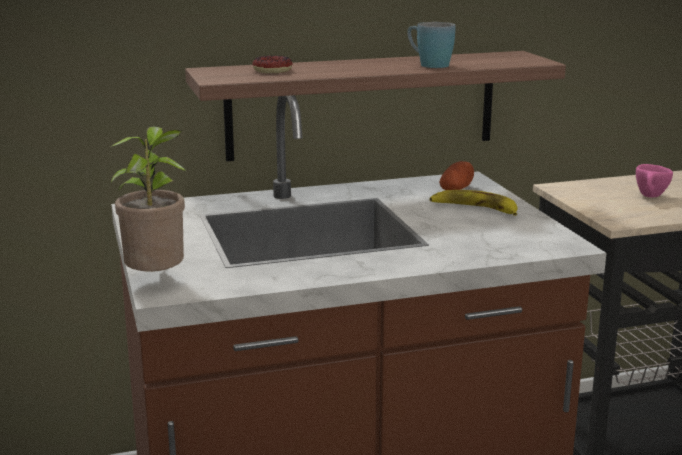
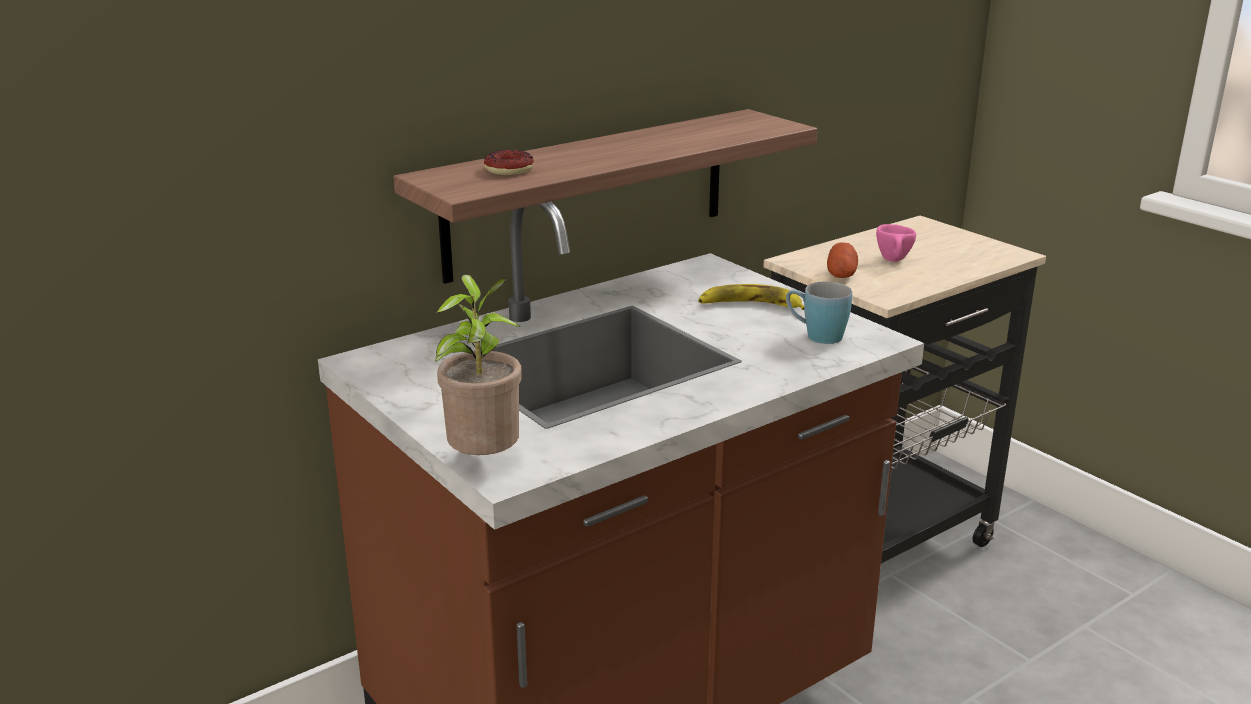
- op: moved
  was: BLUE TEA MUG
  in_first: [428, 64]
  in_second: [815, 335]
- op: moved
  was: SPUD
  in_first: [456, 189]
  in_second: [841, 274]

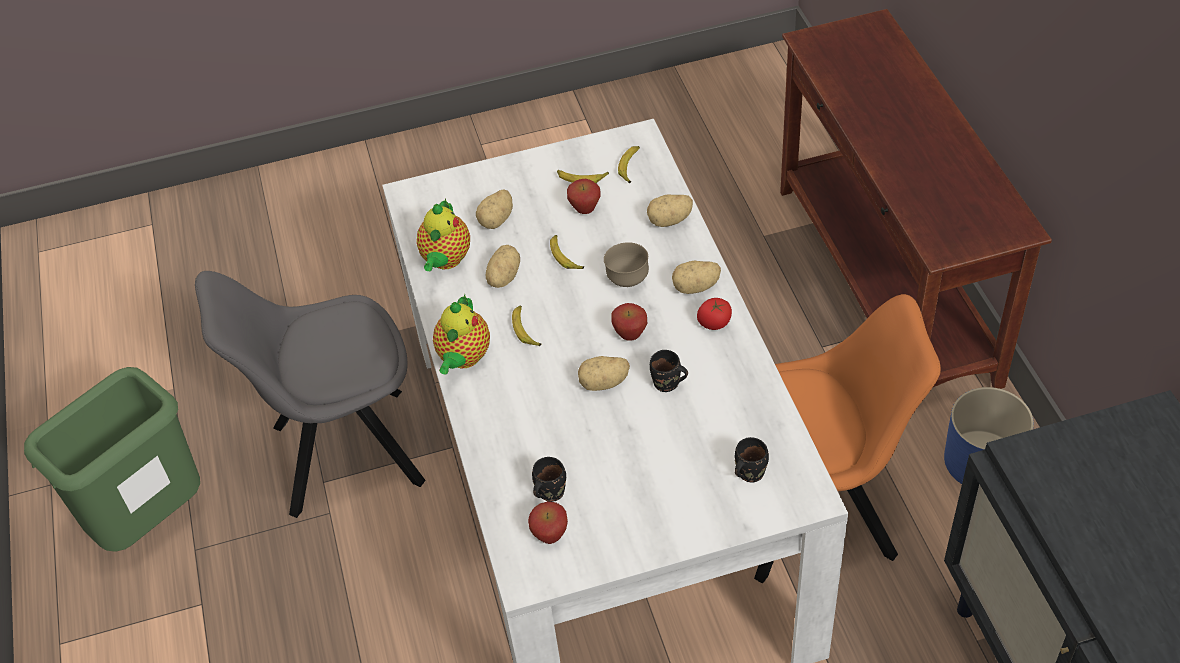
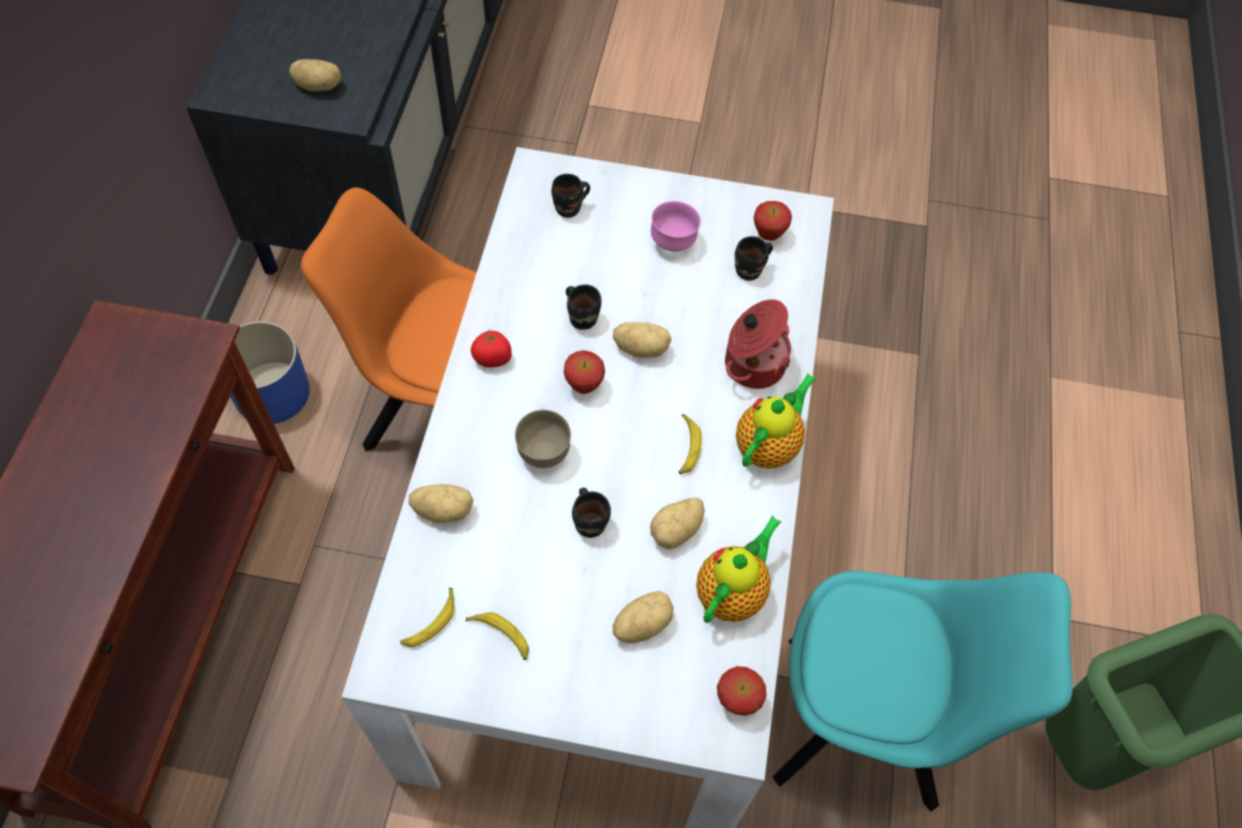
- op: recoloured
  was: GREY PLAIN CHAIR
  now: TURQUOISE PLAIN CHAIR
  in_first: [346, 453]
  in_second: [862, 723]
- op: replaced
  was: BANANA
  now: BLACK TEA MUG
  in_first: [565, 256]
  in_second: [591, 522]
- op: moved
  was: WHOLE APPLE
  in_first: [585, 210]
  in_second: [737, 701]
- op: moved
  was: SPUD
  in_first: [696, 287]
  in_second: [319, 86]
- op: added
  now: PINK SERVING BOWL
  in_second: [673, 242]
- op: added
  now: STOCKPOT
  in_second: [753, 363]

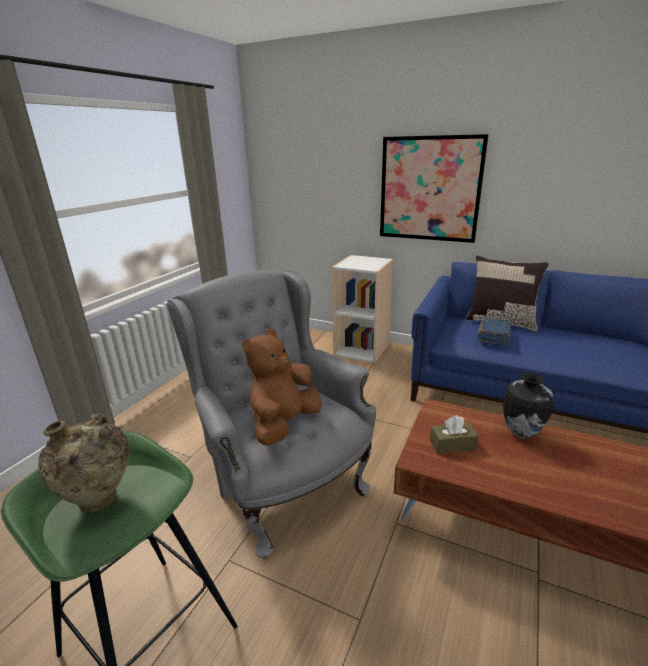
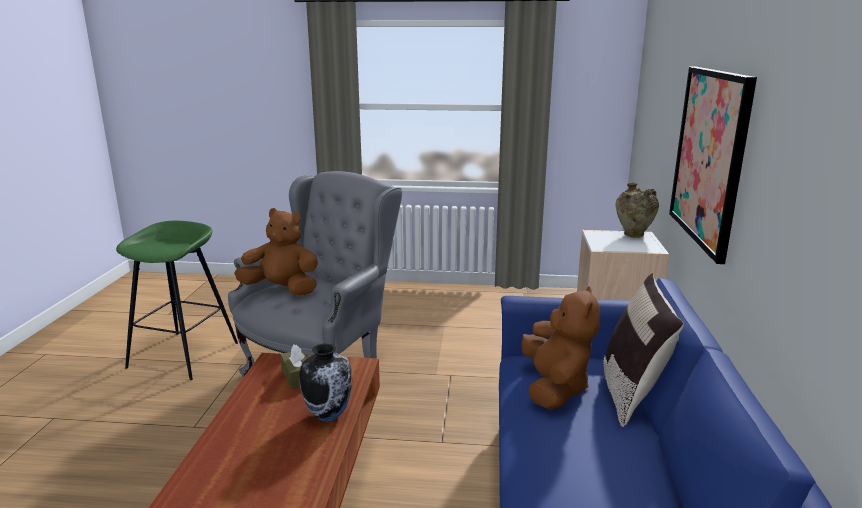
- op: moved
  was: BEIGE VASE
  in_first: [101, 502]
  in_second: [633, 236]
- op: replaced
  was: BLUE BOUND BOOK
  now: BROWN SOFT TOY
  in_first: [493, 338]
  in_second: [555, 388]

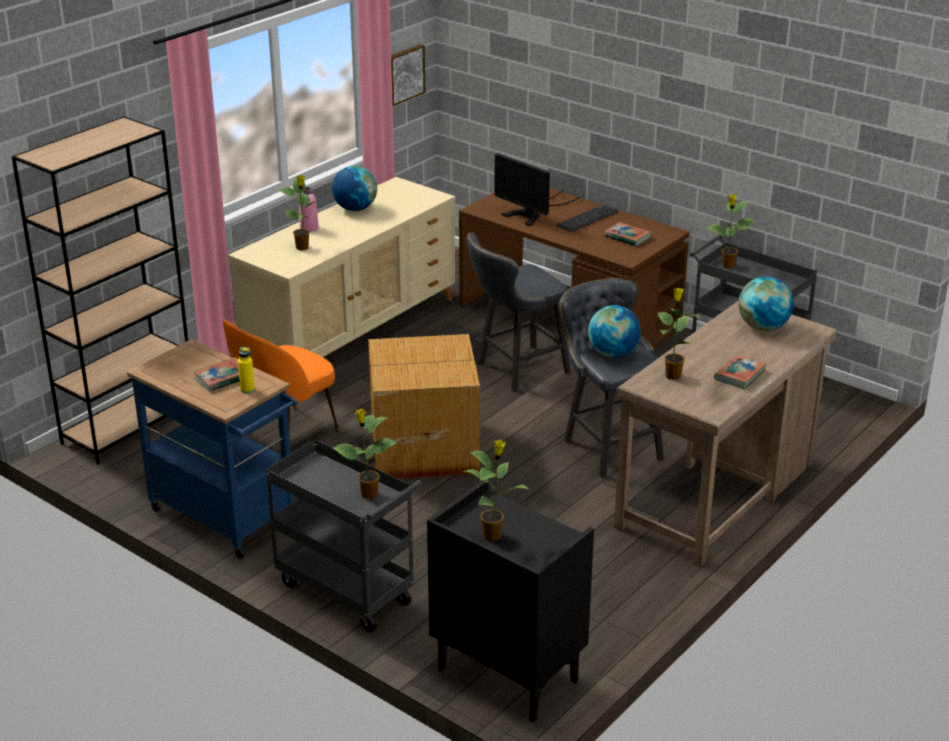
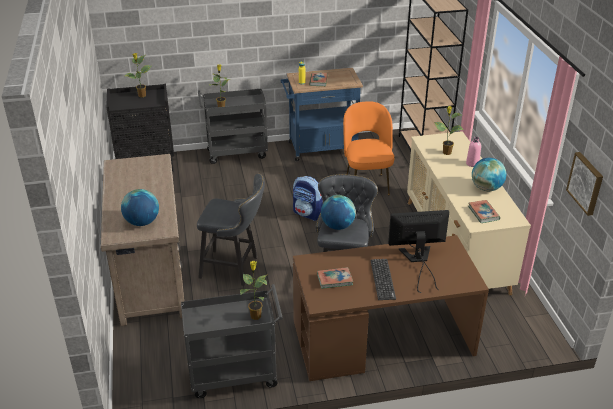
- op: replaced
  was: CARTON
  now: KNAPSACK
  in_first: [422, 447]
  in_second: [308, 213]
- op: moved
  was: WORLD GLOBE
  in_first: [613, 354]
  in_second: [337, 226]
- op: removed
  was: PLANT IN A POT
  in_first: [672, 375]
- op: moved
  was: BOUND BOOK
  in_first: [740, 375]
  in_second: [483, 213]

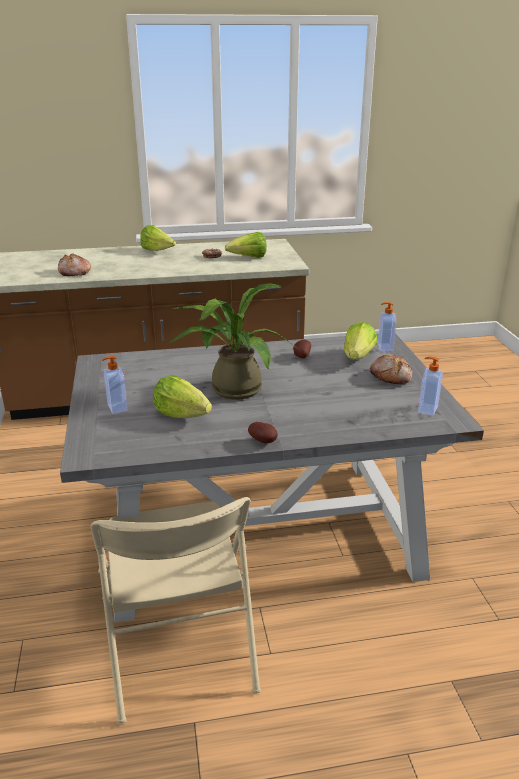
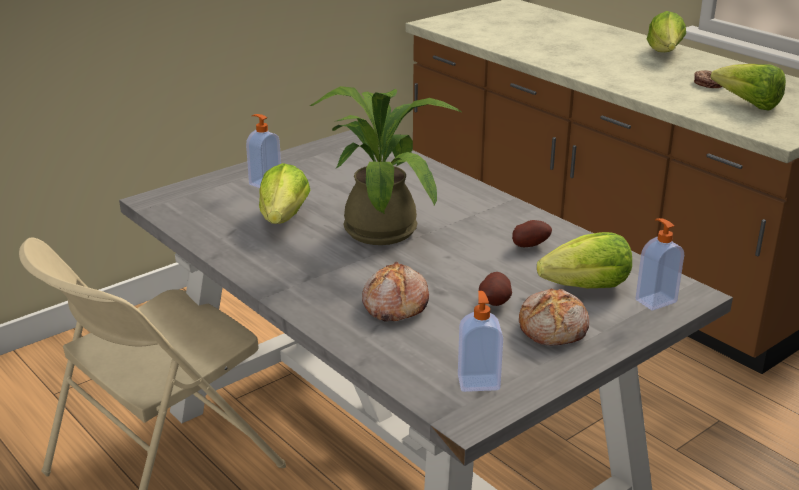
- op: moved
  was: BAKERY BREAD
  in_first: [74, 272]
  in_second: [394, 305]
- op: moved
  was: SPUD
  in_first: [264, 441]
  in_second: [496, 303]

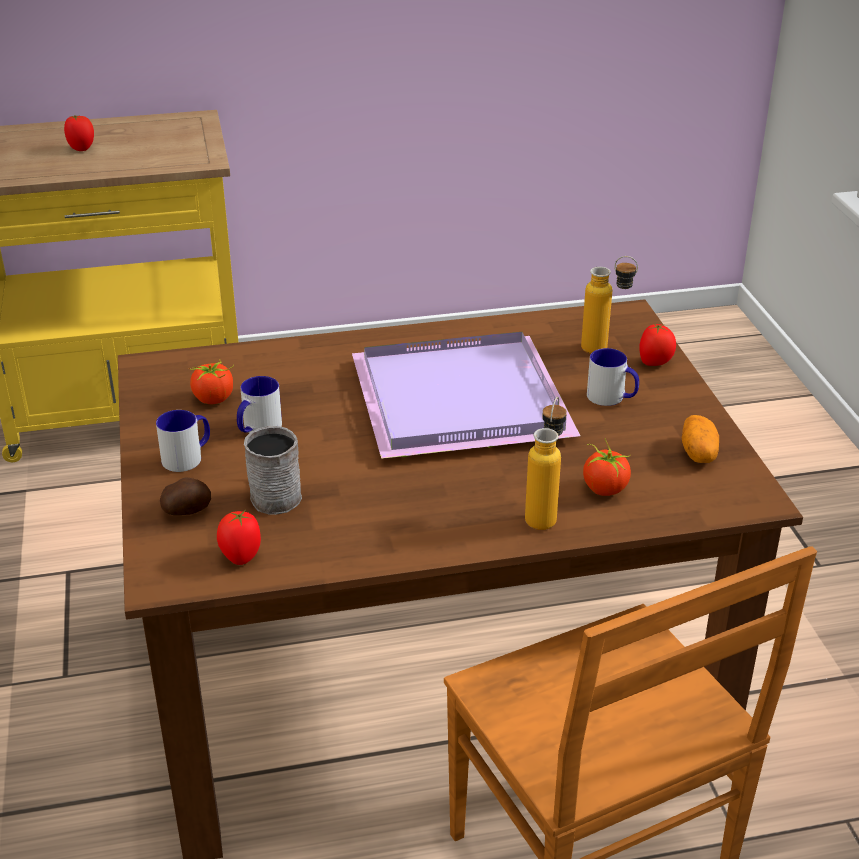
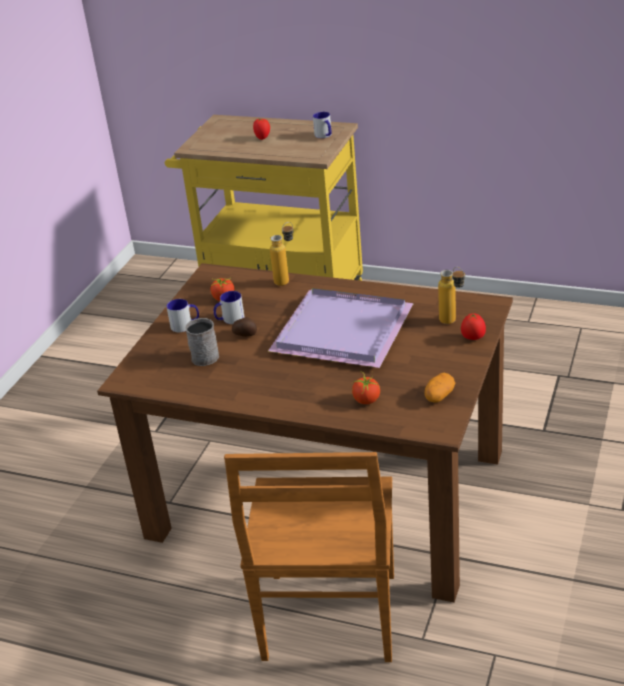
- op: moved
  was: SPUD
  in_first: [187, 511]
  in_second: [245, 335]
- op: removed
  was: WHOLE TOMATO
  in_first: [241, 556]
- op: moved
  was: DRINK BOTTLE
  in_first: [544, 513]
  in_second: [286, 280]
- op: moved
  was: TEA MUG
  in_first: [612, 398]
  in_second: [324, 136]

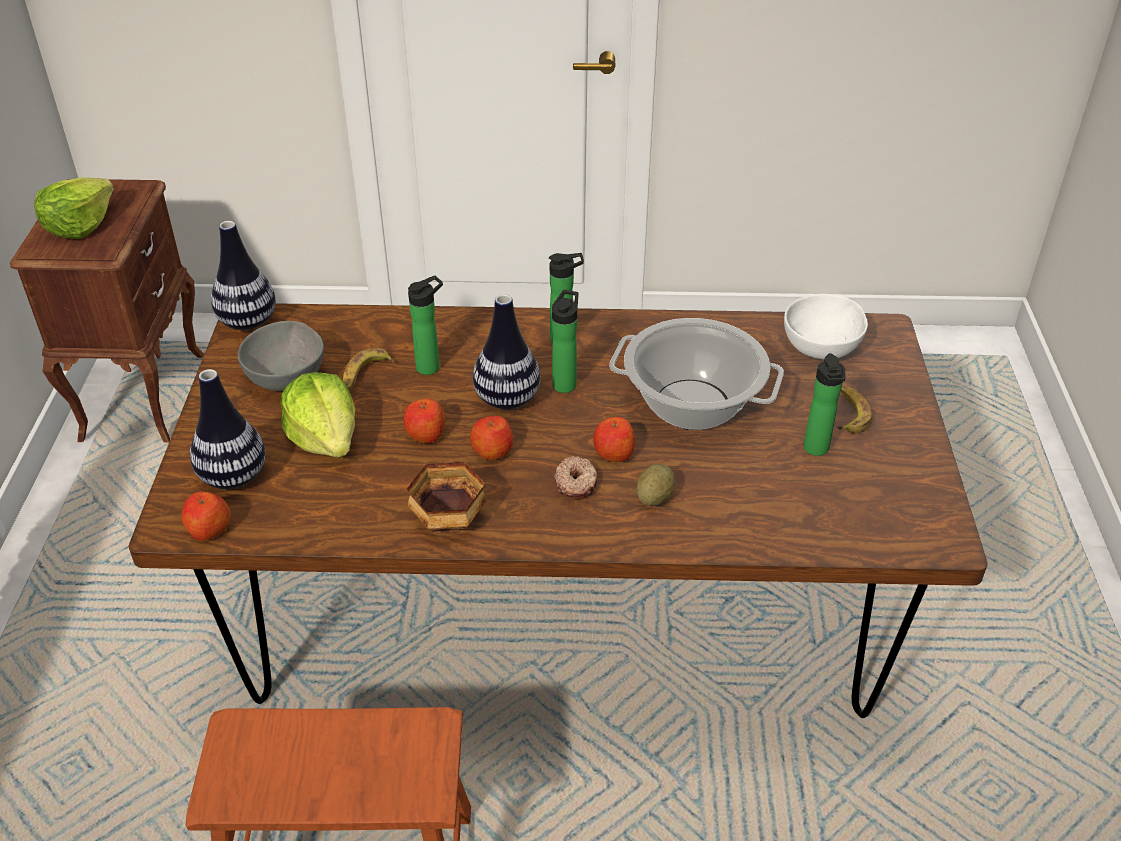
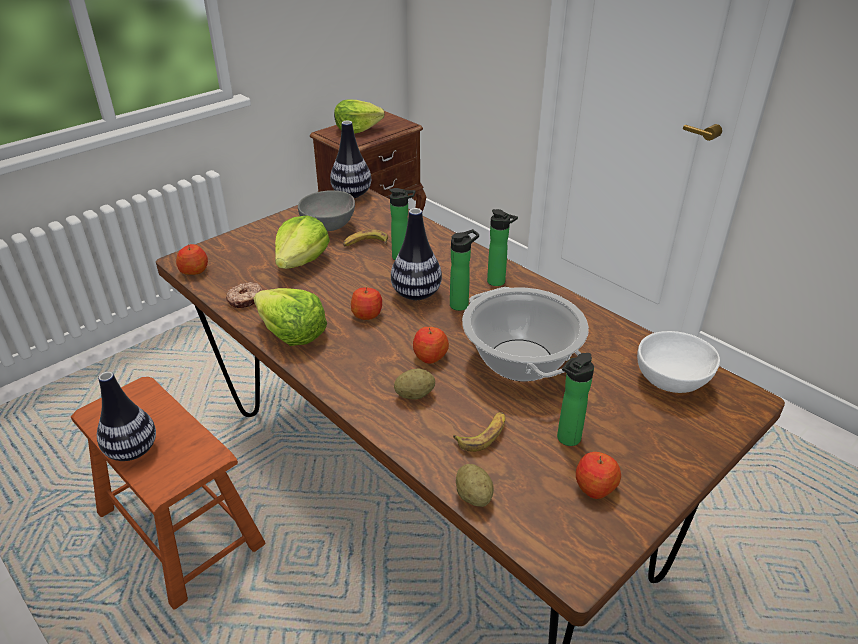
- op: moved
  was: VASE
  in_first: [233, 477]
  in_second: [132, 450]
- op: moved
  was: WHOLE APPLE
  in_first: [426, 434]
  in_second: [595, 487]
- op: replaced
  was: SERVING BOWL
  now: LETTUCE
  in_first: [449, 521]
  in_second: [291, 334]
- op: moved
  was: DOUGHNUT
  in_first: [576, 483]
  in_second: [245, 300]
- op: moved
  was: BANANA
  in_first: [849, 414]
  in_second: [483, 434]
- op: added
  now: SPUD
  in_second: [473, 496]

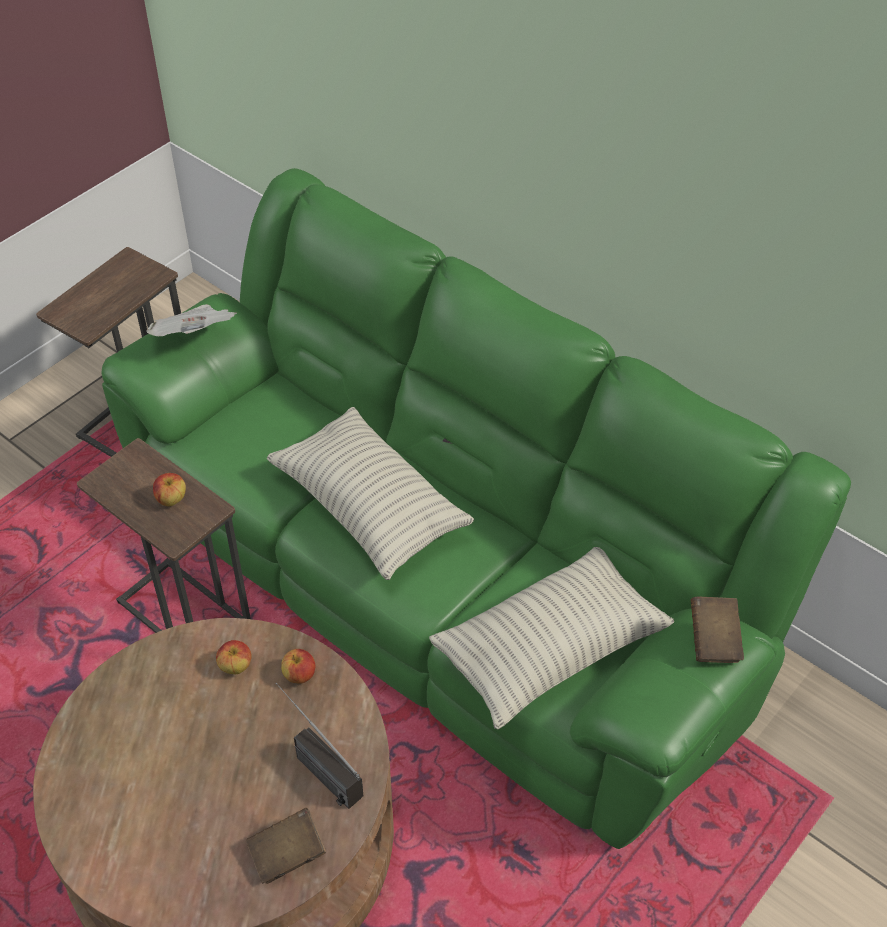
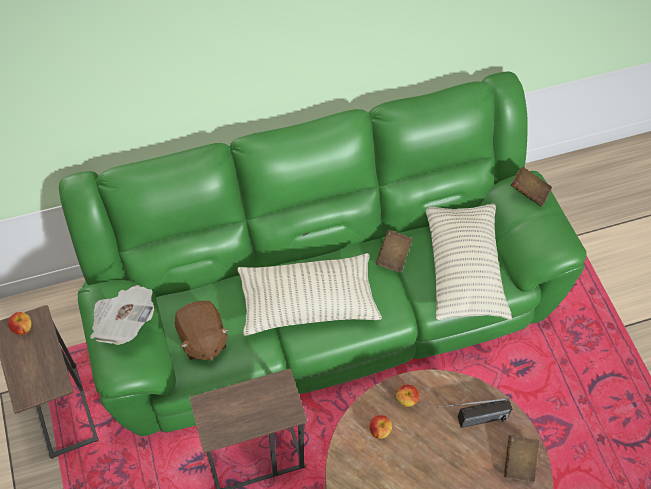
- op: moved
  was: WHOLE APPLE
  in_first: [171, 499]
  in_second: [22, 328]
- op: added
  now: BROWN SOFT TOY
  in_second: [202, 339]
- op: added
  now: BROWN BOUND BOOK
  in_second: [393, 256]

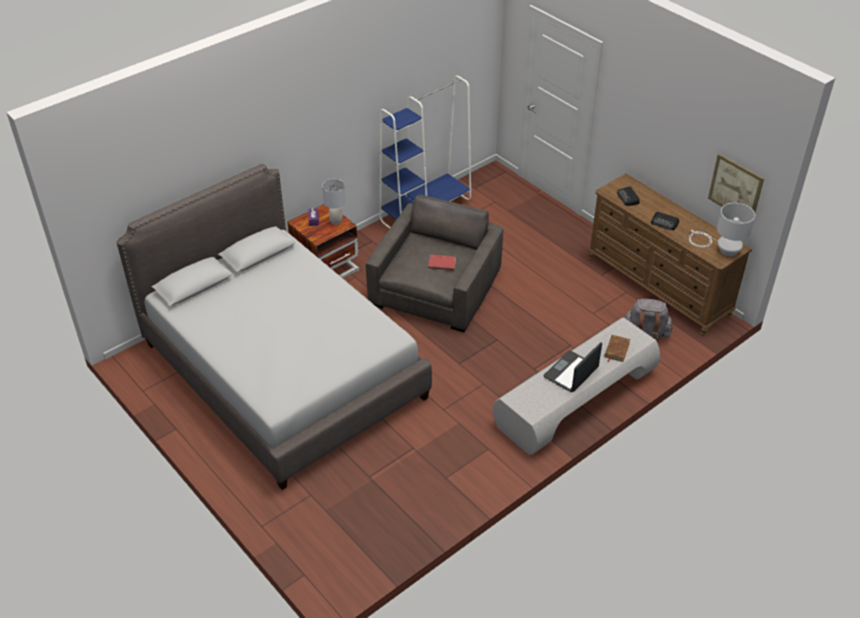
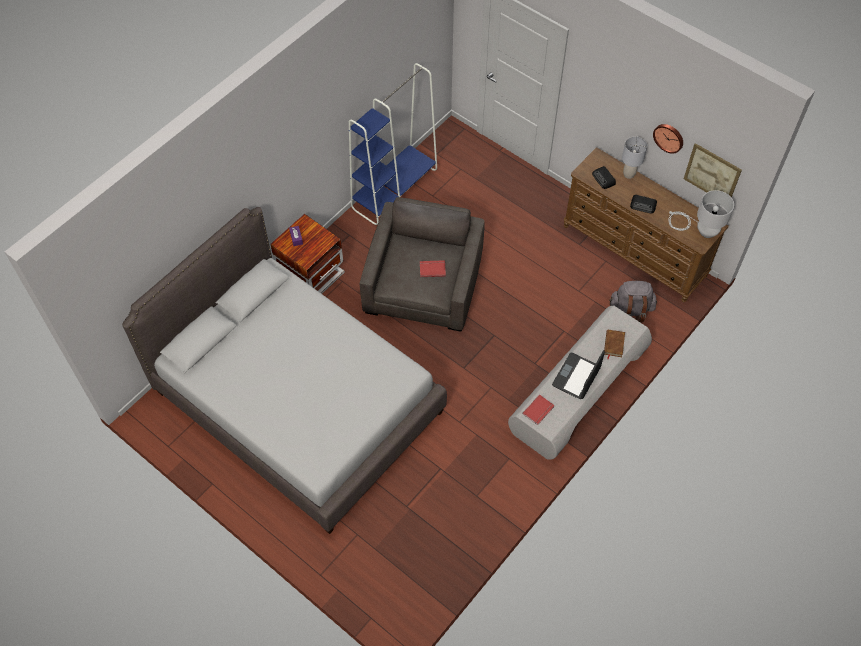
- op: moved
  was: GREY TABLE LAMP
  in_first: [335, 221]
  in_second: [628, 174]
- op: added
  now: RED BOUND BOOK
  in_second: [539, 410]
- op: added
  now: WALL CLOCK
  in_second: [669, 137]

